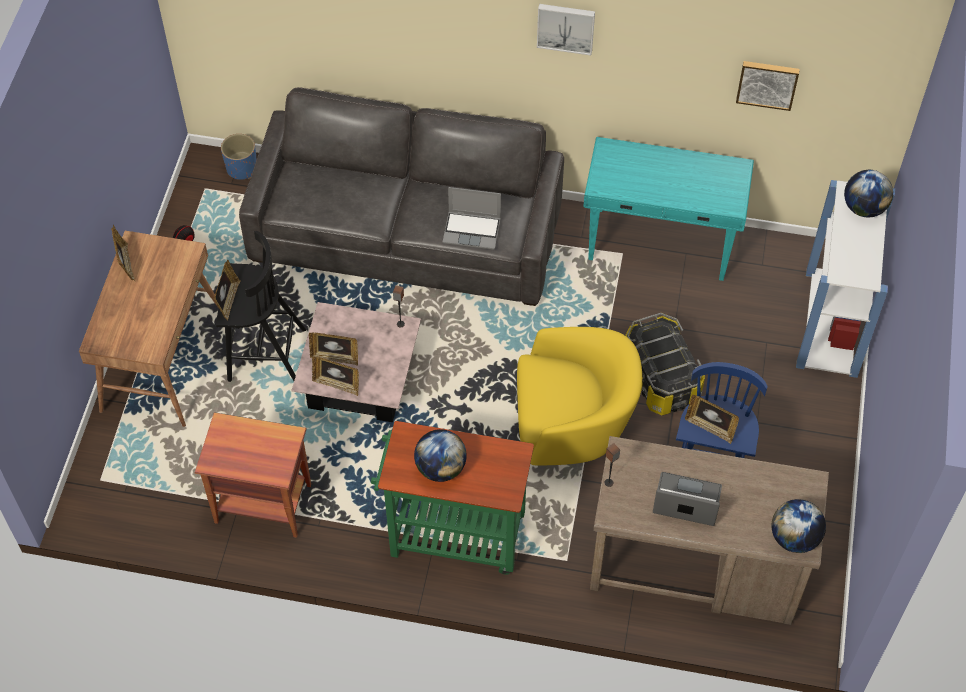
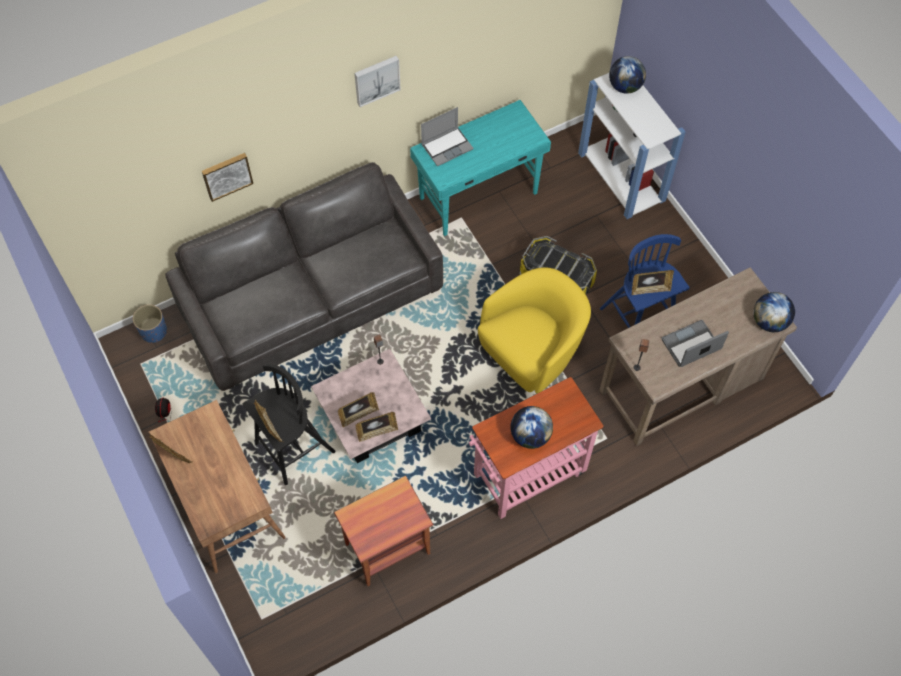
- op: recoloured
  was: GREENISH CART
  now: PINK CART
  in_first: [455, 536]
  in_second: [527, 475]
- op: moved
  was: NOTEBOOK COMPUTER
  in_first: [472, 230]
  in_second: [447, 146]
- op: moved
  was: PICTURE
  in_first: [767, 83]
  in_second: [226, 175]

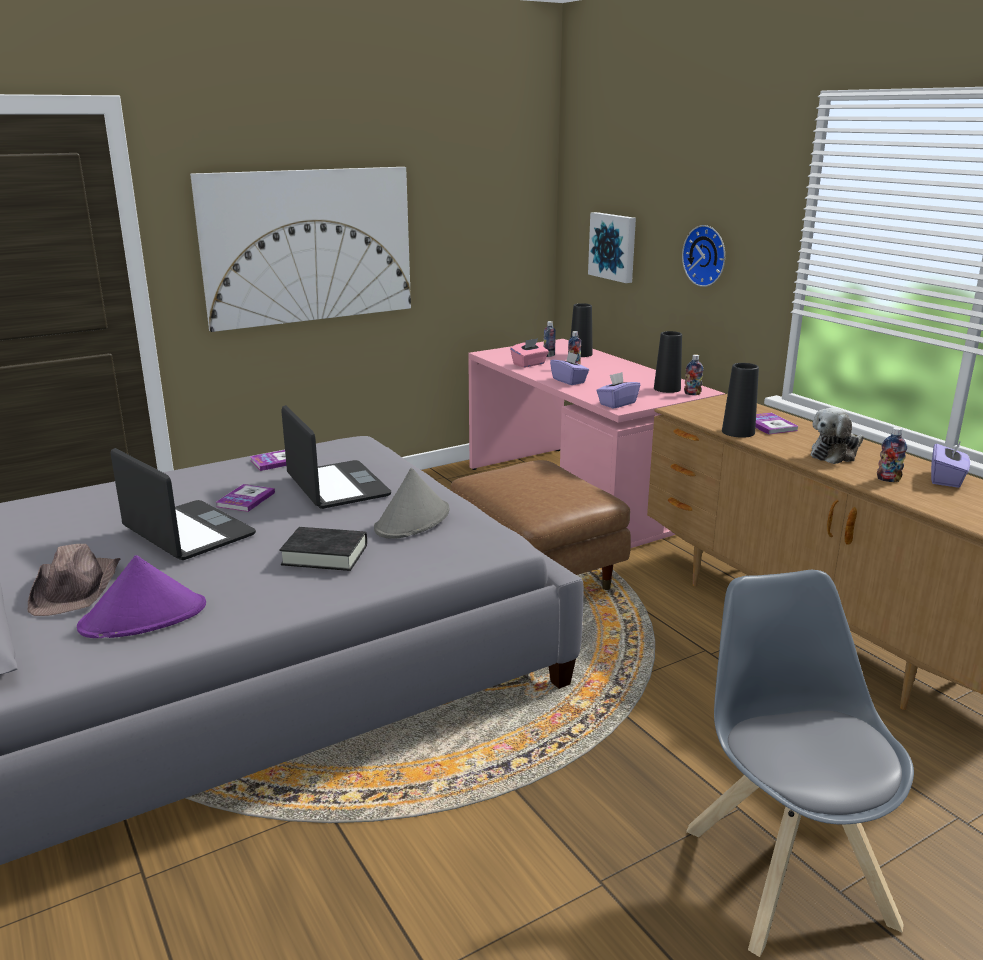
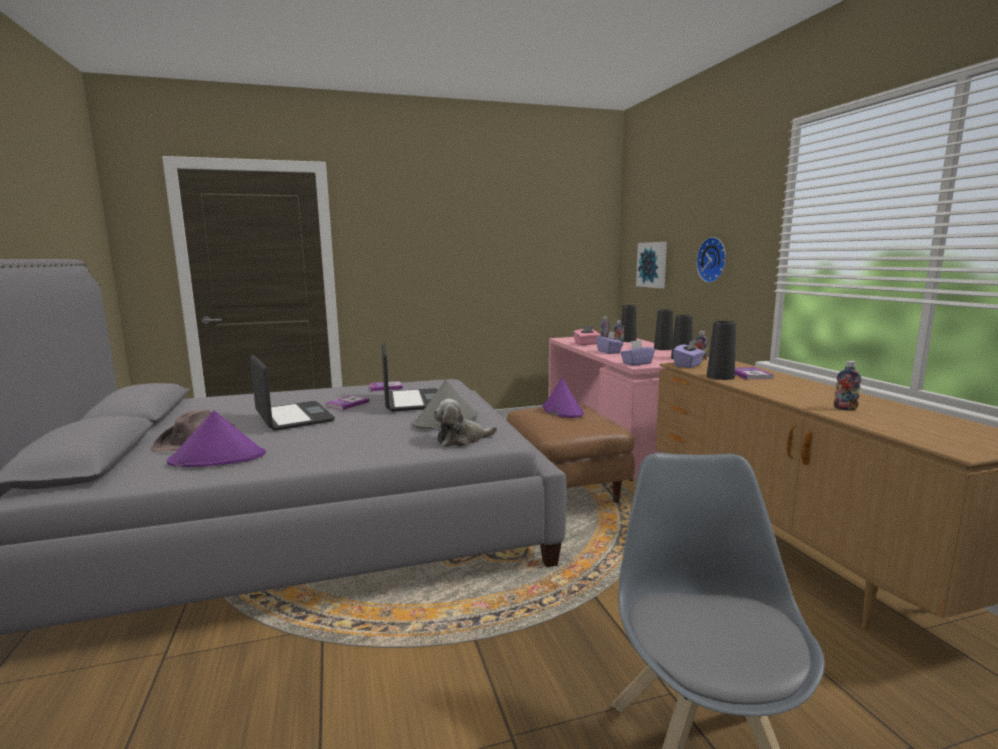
- op: removed
  was: PICTURE
  in_first: [308, 246]
- op: removed
  was: BLACK BOUND BOOK
  in_first: [325, 555]
- op: moved
  was: SOFT TOY
  in_first: [835, 454]
  in_second: [462, 440]
- op: moved
  was: PURPLISH BOX OF TISSUES
  in_first: [946, 479]
  in_second: [688, 365]
- op: added
  now: PURPLISH CLOTHING HAT
  in_second: [562, 410]
- op: added
  now: BLACK VASE
  in_second: [663, 348]

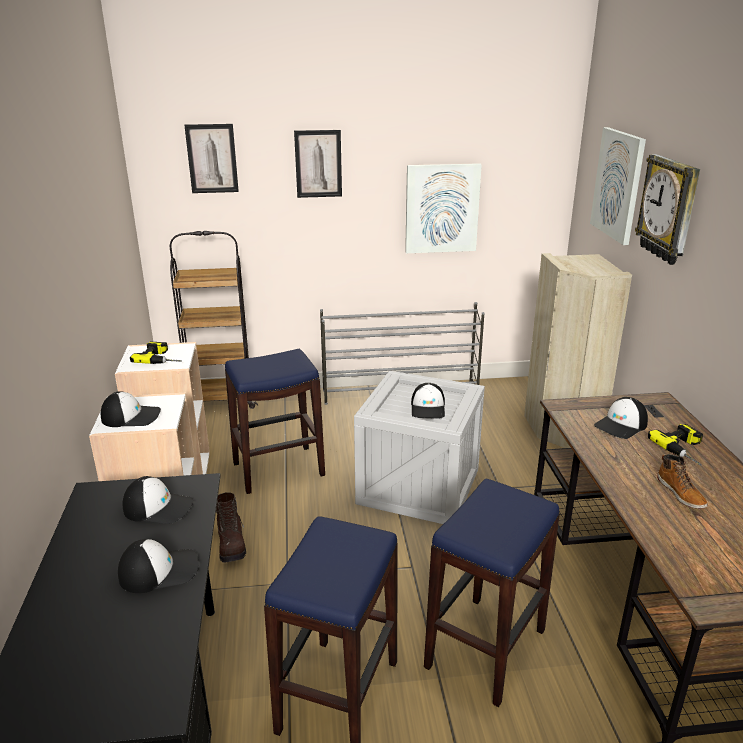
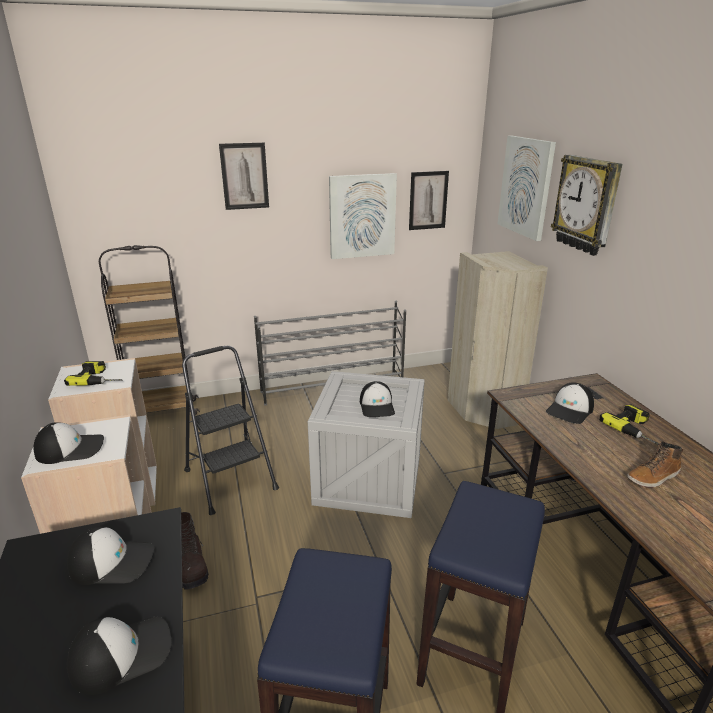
- op: moved
  was: PICTURE
  in_first: [212, 158]
  in_second: [428, 200]
- op: replaced
  was: STOOL
  now: BLACK STEPLADDER
  in_first: [278, 470]
  in_second: [229, 477]
- op: turned
  was: BOOT
  in_first: [681, 493]
  in_second: [653, 477]
  clockwise: 90

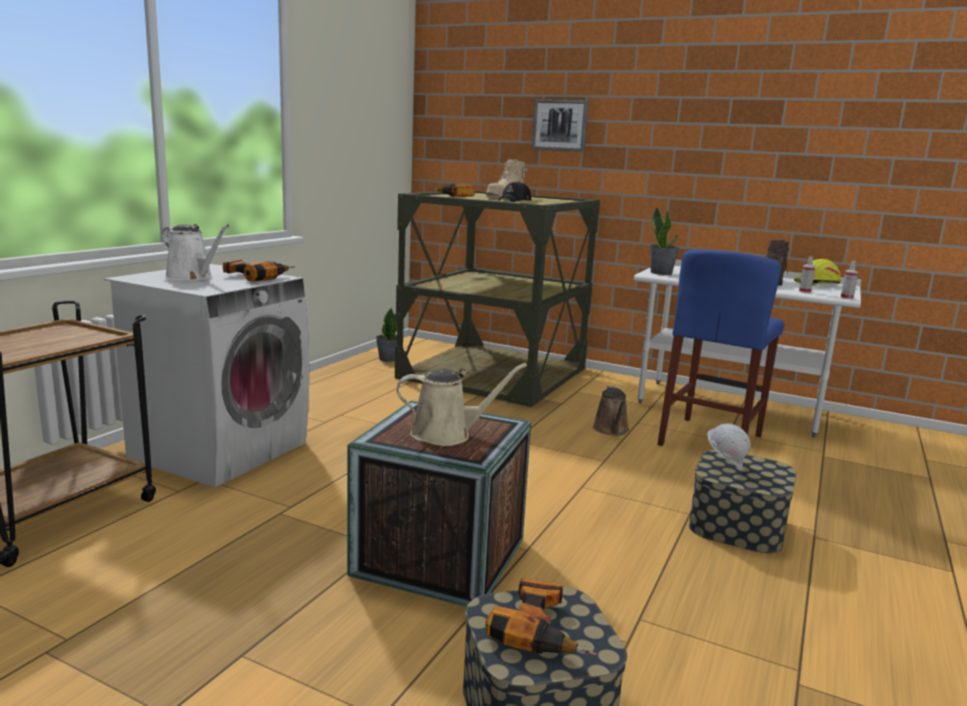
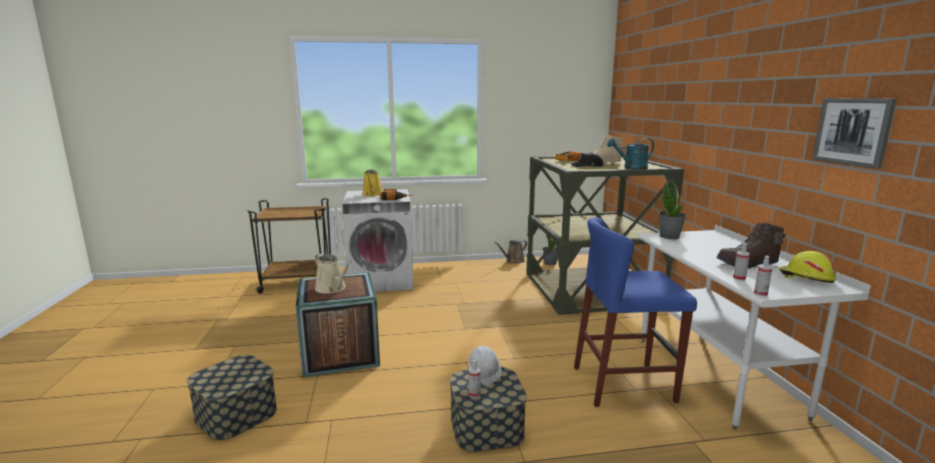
- op: recoloured
  was: WHITE WATERING POT
  now: YELLOW WATERING POT
  in_first: [192, 277]
  in_second: [372, 194]
- op: removed
  was: DRILL
  in_first: [542, 629]
- op: moved
  was: PICTURE
  in_first: [560, 125]
  in_second: [853, 131]
- op: moved
  was: BROWN WATERING POT
  in_first: [611, 430]
  in_second: [513, 261]
- op: added
  now: HAND SPRAYER
  in_second: [474, 394]
- op: added
  now: TURQUOISE WATERING POT
  in_second: [631, 168]

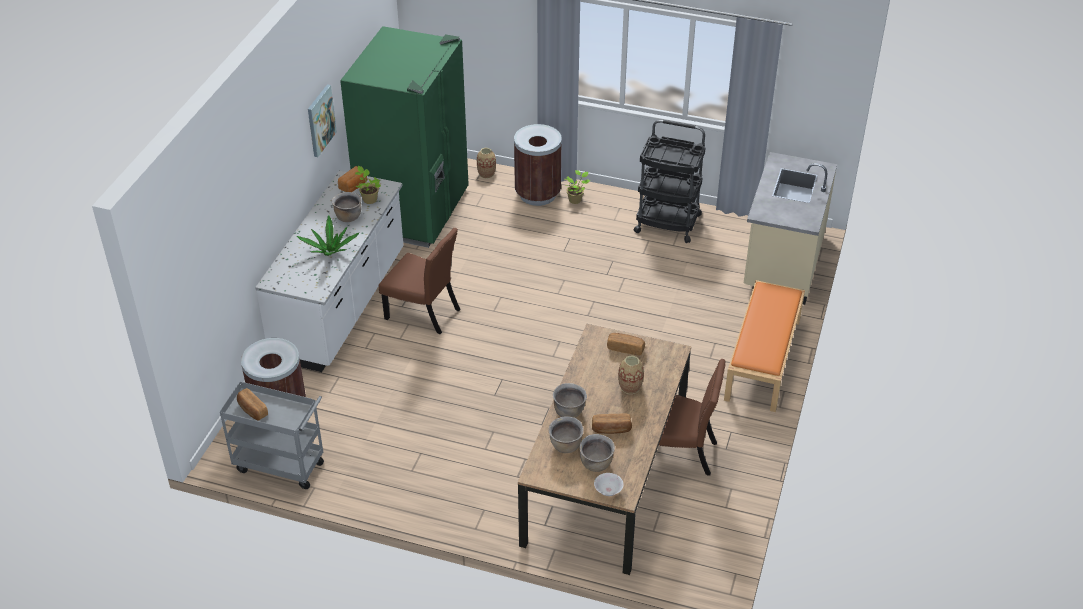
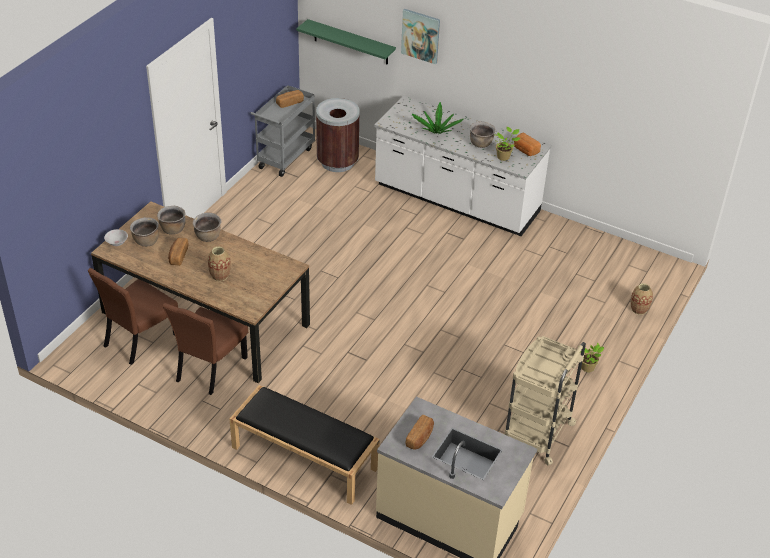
- op: moved
  was: PICTURE
  in_first: [320, 120]
  in_second: [421, 35]
- op: removed
  was: GREENISH REFRIGERATOR
  in_first: [415, 211]
- op: moved
  was: BROWN PLAIN CHAIR
  in_first: [422, 312]
  in_second: [141, 338]
- op: removed
  was: BROWN RUBBISH BIN
  in_first: [537, 194]
- op: moved
  was: BAKERY BREAD
  in_first: [625, 348]
  in_second: [420, 438]
- op: recoloured
  was: BLACK CART
  now: BEIGE CART
  in_first: [667, 224]
  in_second: [536, 433]
- op: recoloured
  was: ORANGE INDOOR BENCH
  now: BLACK INDOOR BENCH
  in_first: [763, 360]
  in_second: [303, 457]
- op: added
  now: GREENISH SHELF
  in_second: [351, 42]

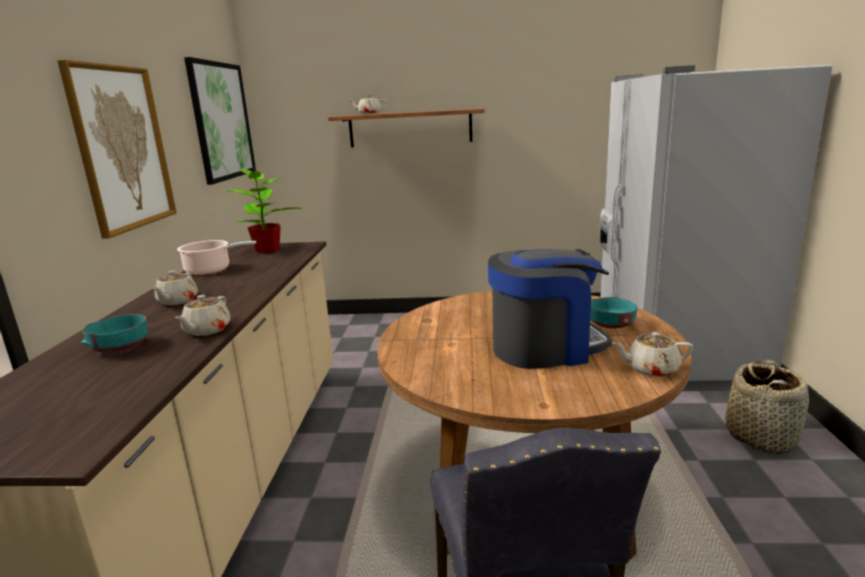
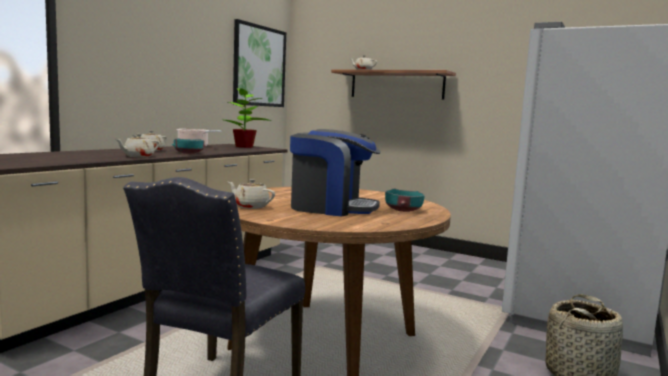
- op: removed
  was: PICTURE
  in_first: [122, 148]
- op: moved
  was: TURQUOISE SERVING BOWL
  in_first: [121, 348]
  in_second: [189, 153]
- op: moved
  was: BEIGE POT FOR TEA
  in_first: [651, 369]
  in_second: [250, 206]

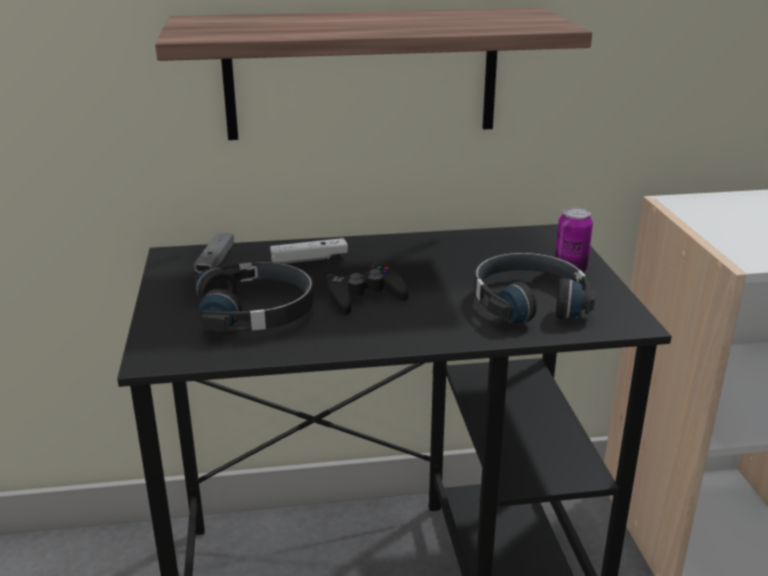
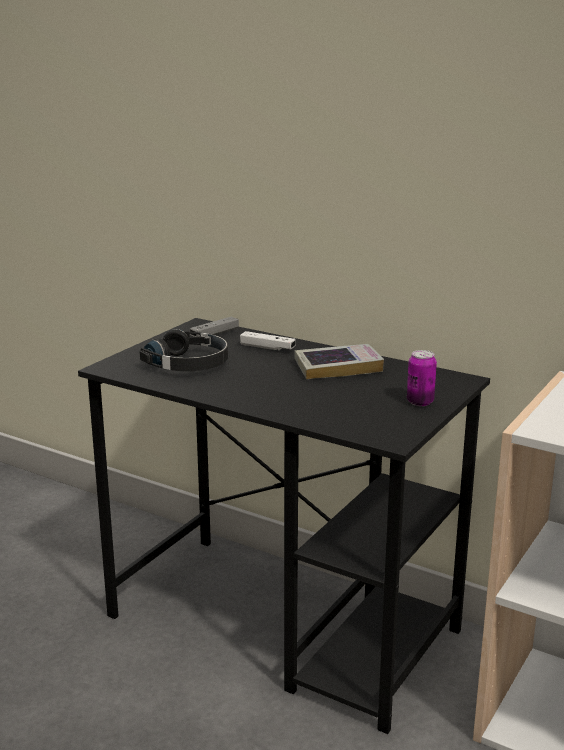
- op: removed
  was: SHELF
  in_first: [362, 74]
- op: removed
  was: BLACK GAMEPAD
  in_first: [364, 297]
- op: removed
  was: BLACK HEADSET
  in_first: [528, 301]
- op: added
  now: BOUND BOOK
  in_second: [338, 367]

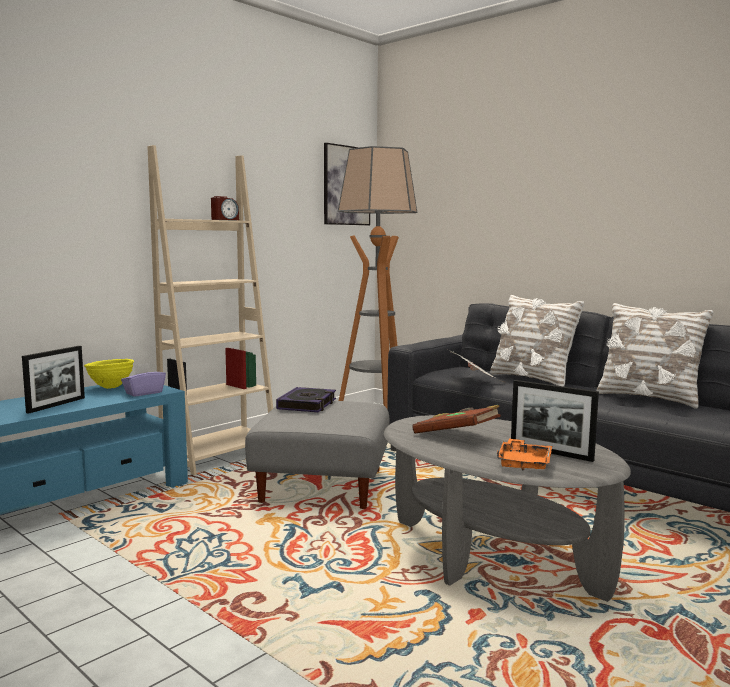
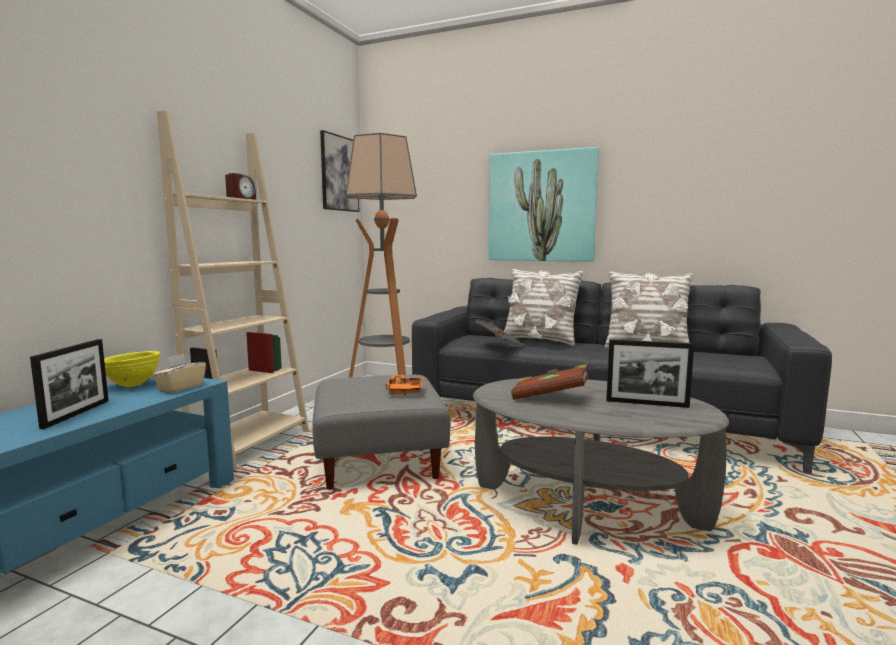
- op: recoloured
  was: PURPLISH BOX OF TISSUES
  now: BEIGE BOX OF TISSUES
  in_first: [144, 393]
  in_second: [180, 388]
- op: removed
  was: BOUND BOOK
  in_first: [307, 404]
- op: moved
  was: ORANGE TRAY
  in_first: [524, 463]
  in_second: [404, 391]
- op: added
  now: PICTURE
  in_second: [541, 207]

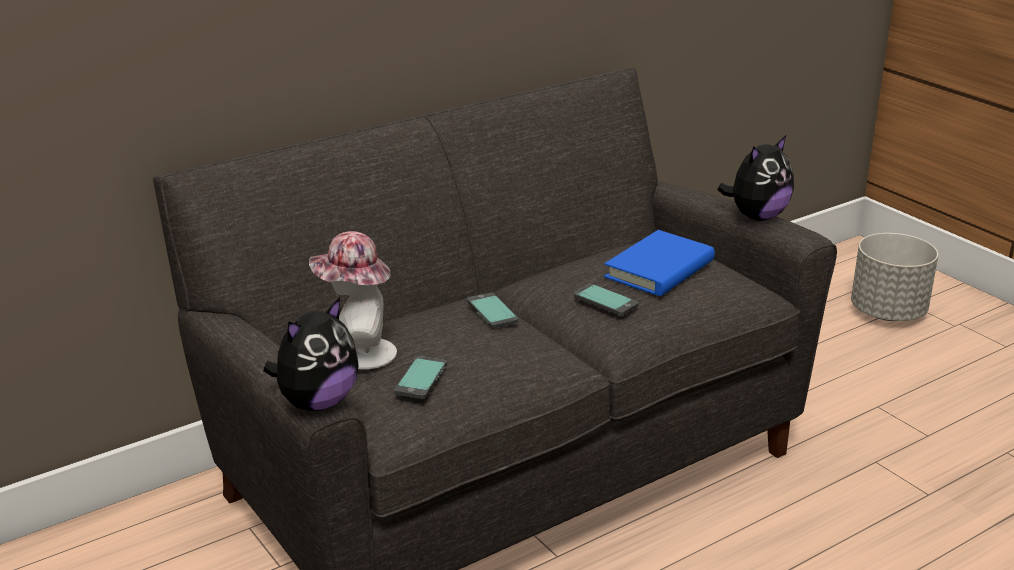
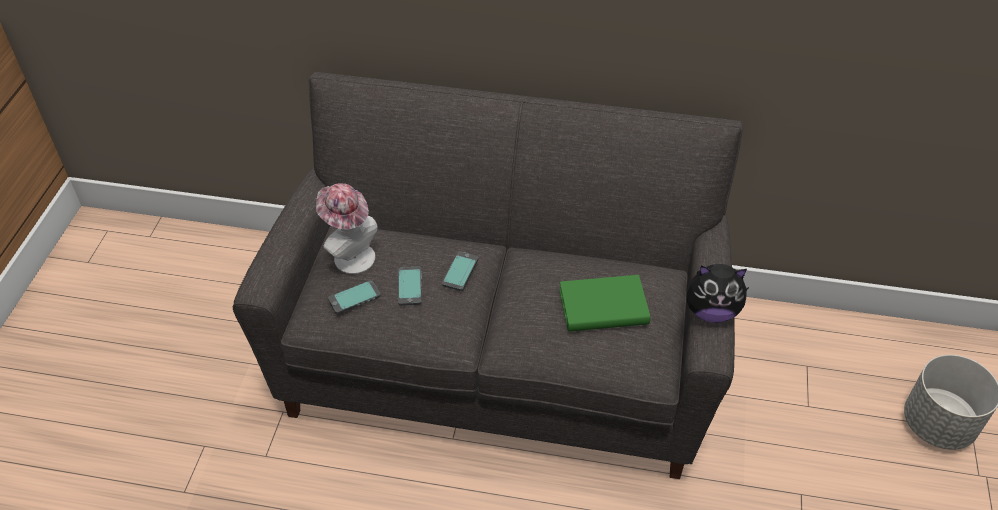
- op: removed
  was: SOFT TOY
  in_first: [317, 402]
- op: moved
  was: HANDSET
  in_first: [606, 301]
  in_second: [410, 286]
- op: recoloured
  was: BLUE BOUND BOOK
  now: GREENISH BOUND BOOK
  in_first: [659, 269]
  in_second: [603, 307]

